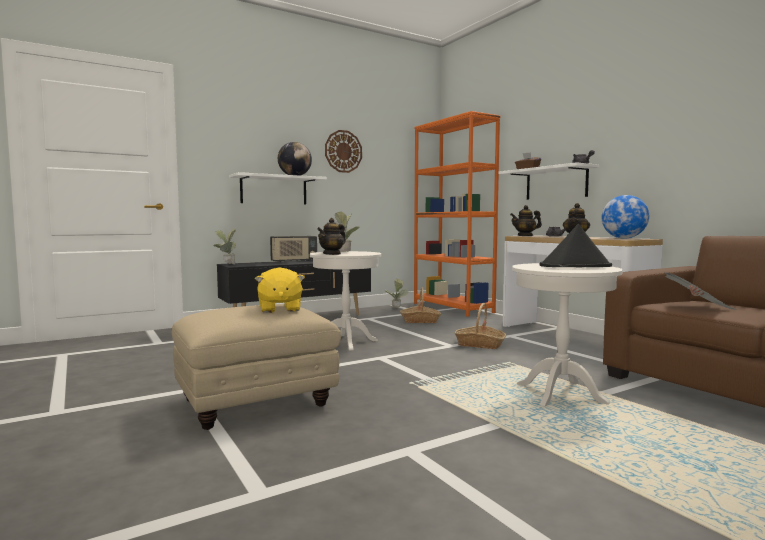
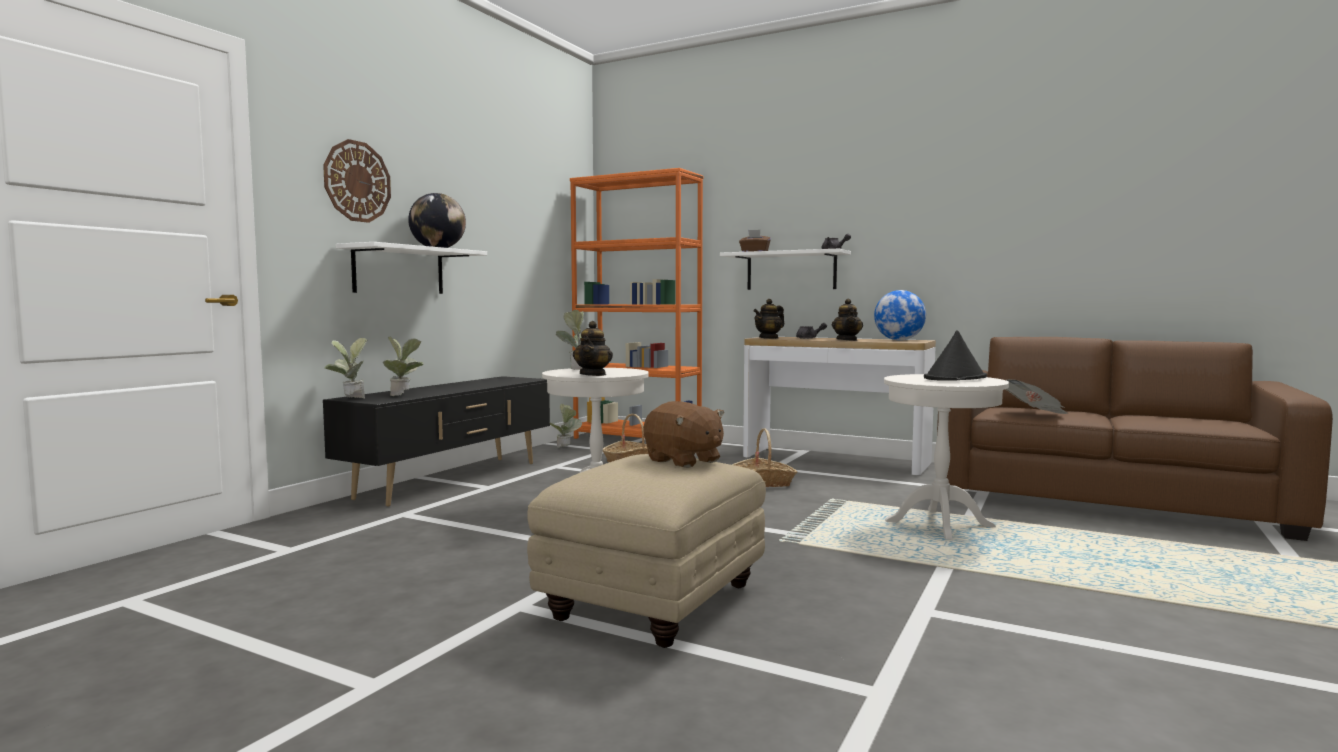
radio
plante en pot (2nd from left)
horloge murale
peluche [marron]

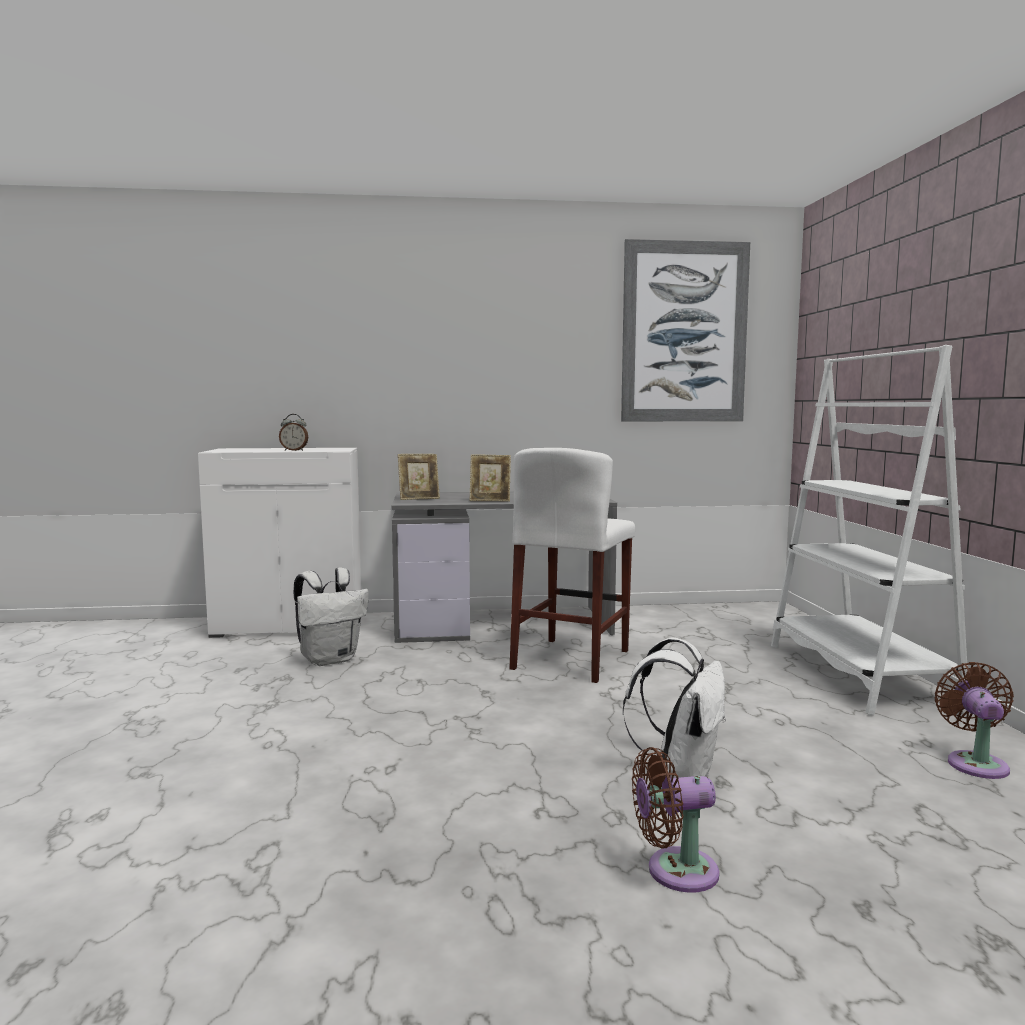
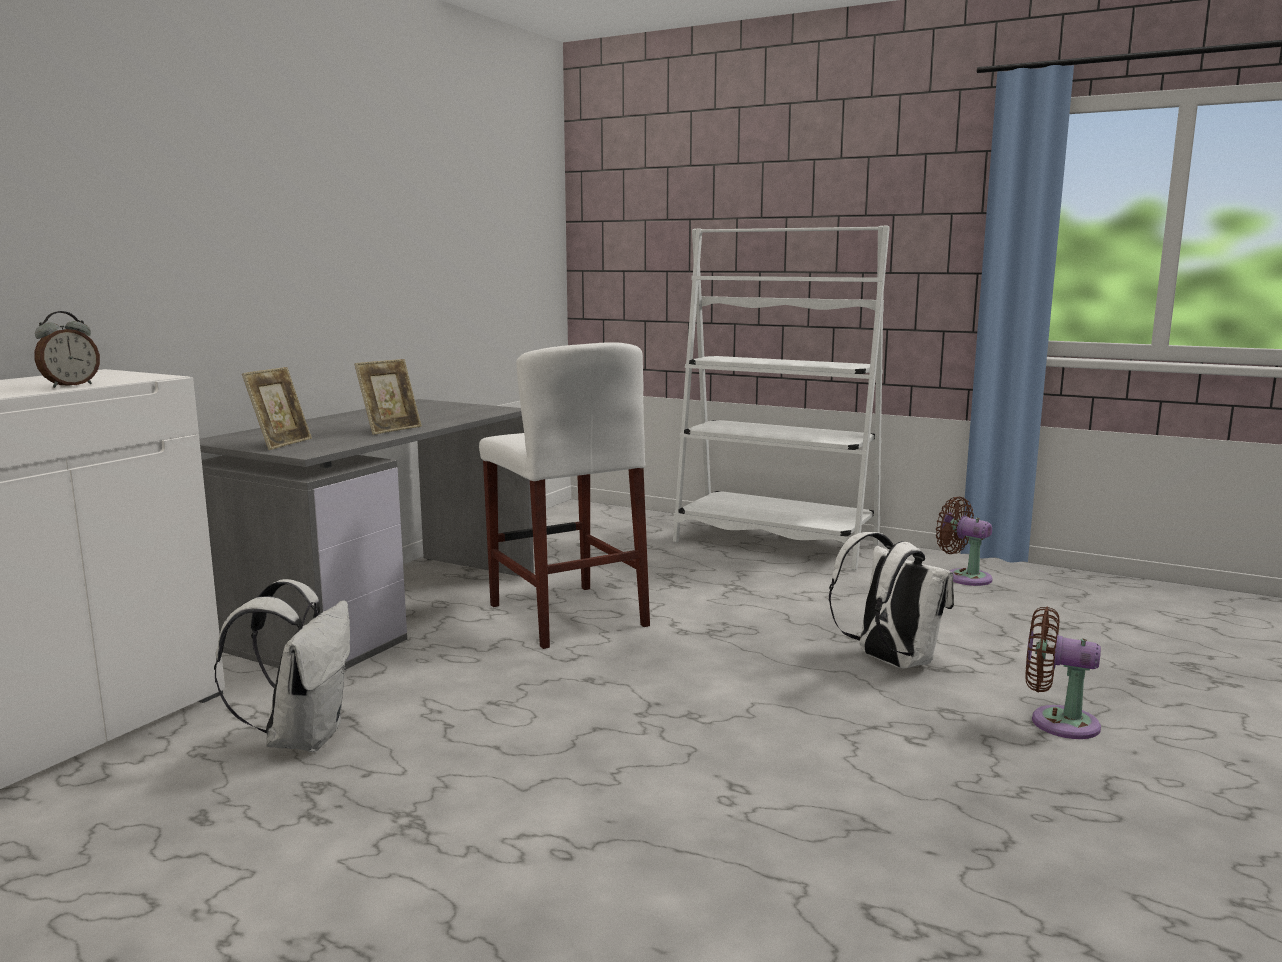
tableau
ventilateur [marron] (2nd from left)

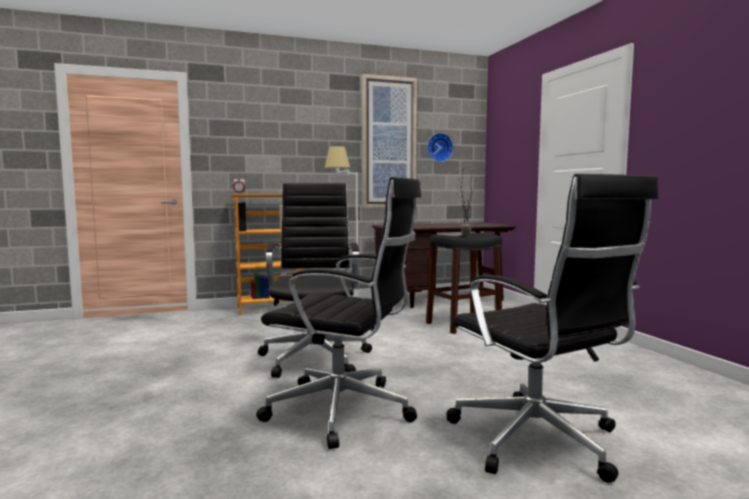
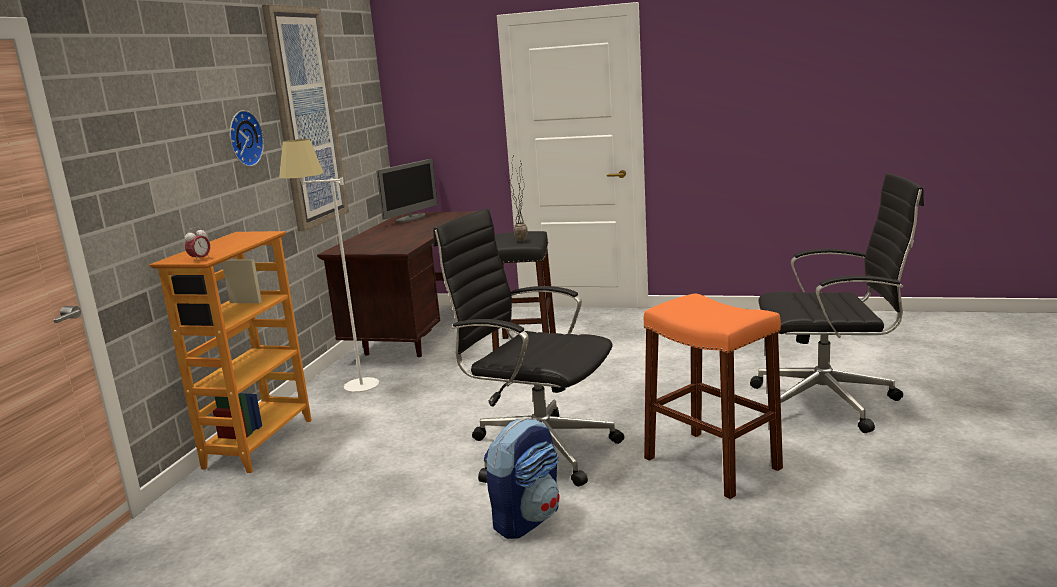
écran d'ordinateur
sac à dos
horloge murale
tabouret [orange]

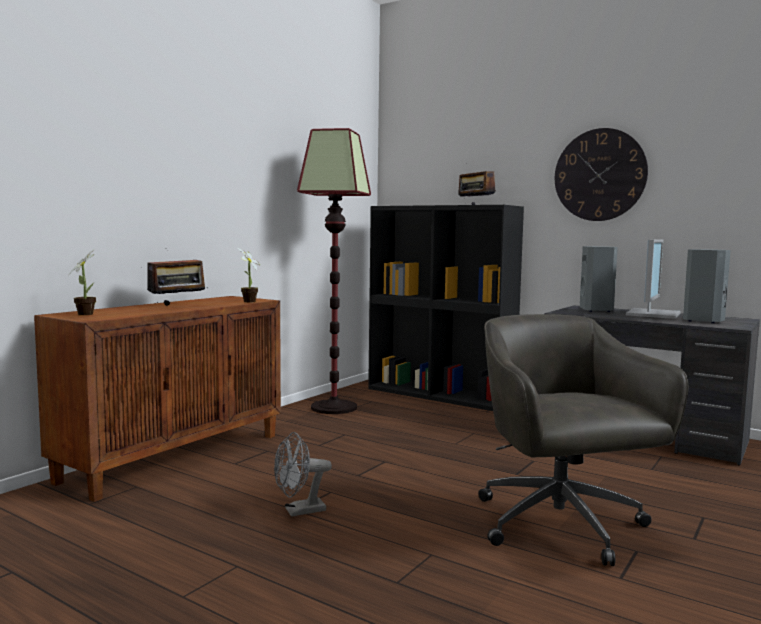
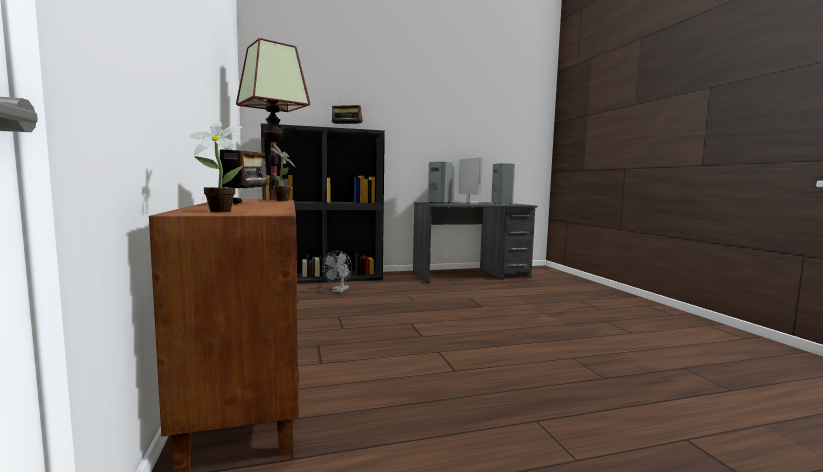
chaise de bureau [gris]
horloge murale
ventilateur [gris]

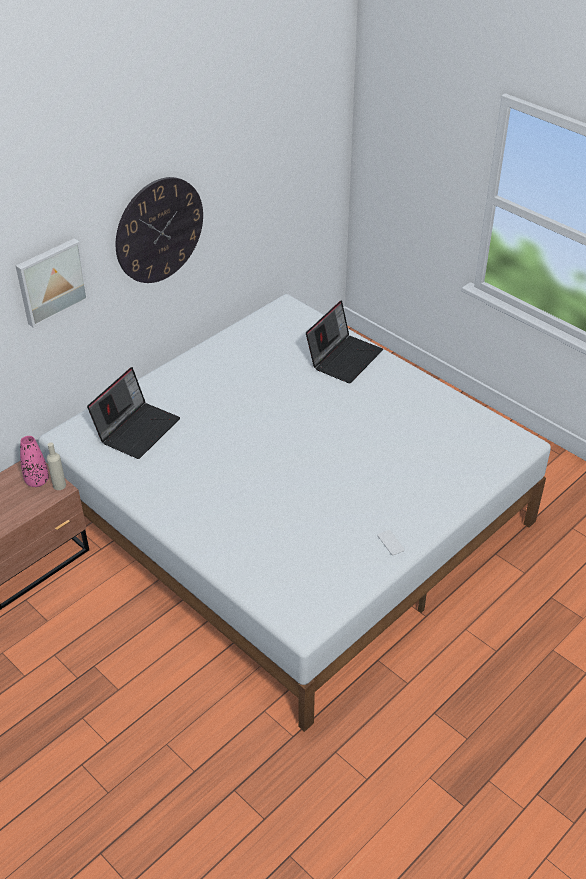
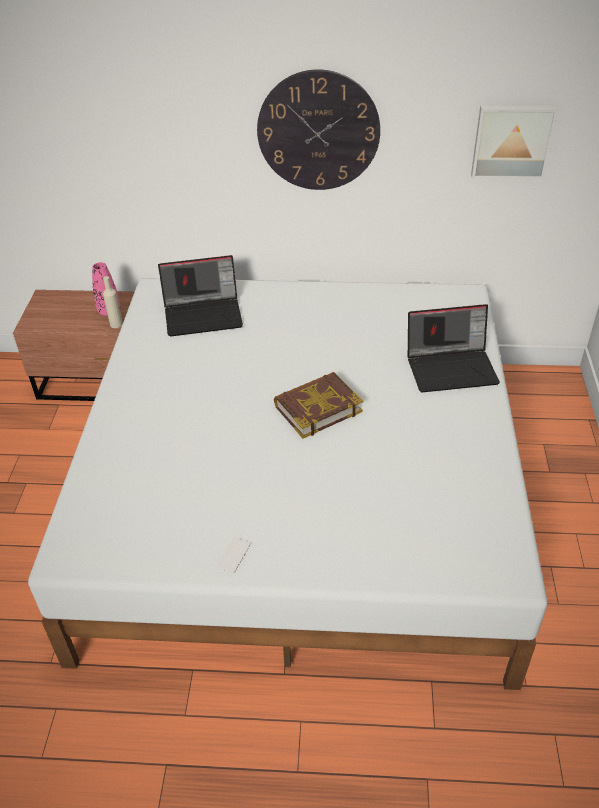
livre
tableau

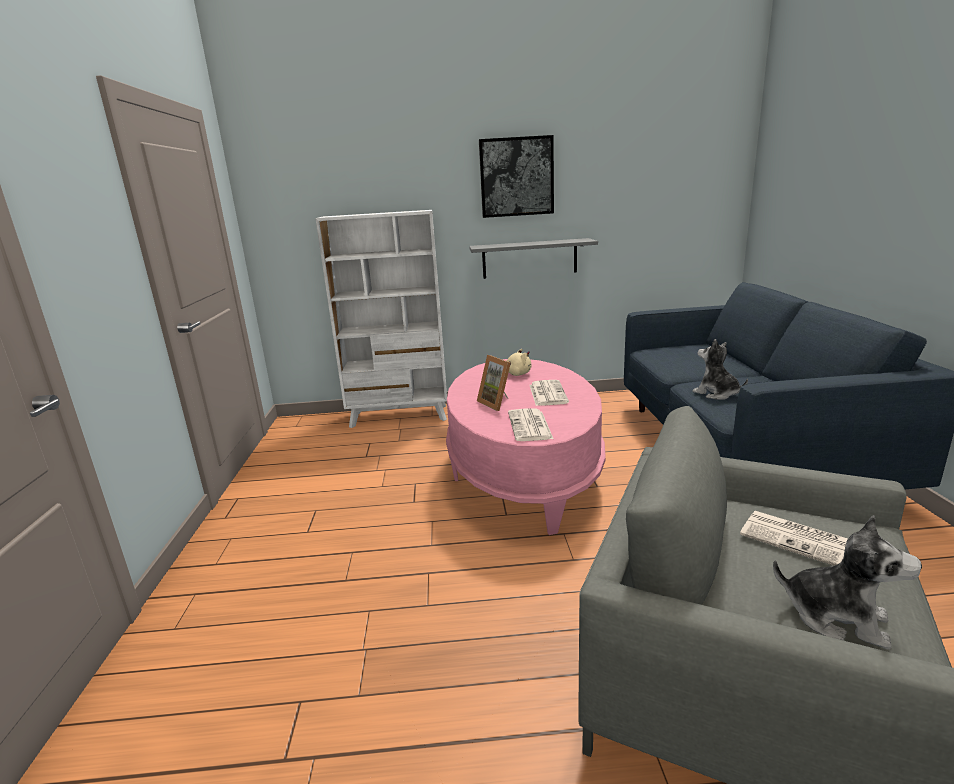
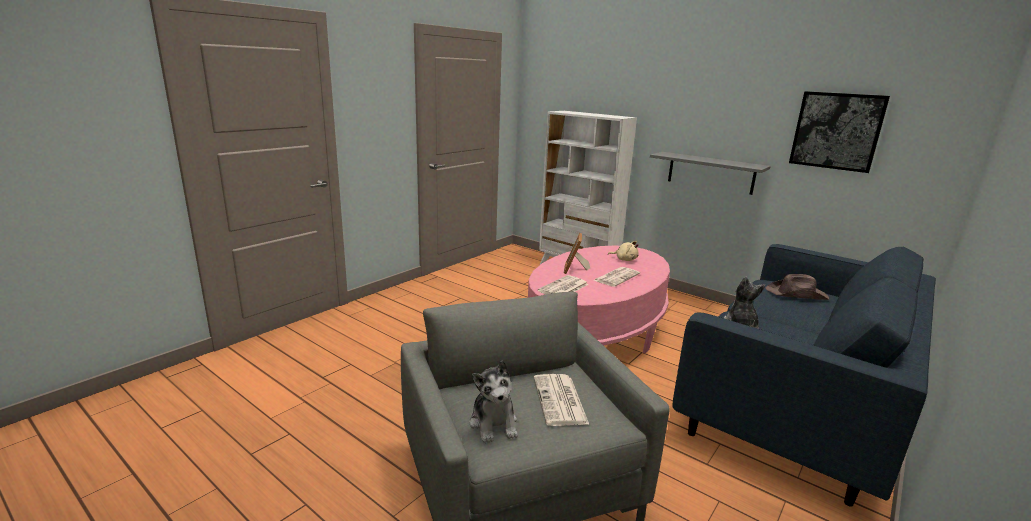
chapeau [marron]
tableau

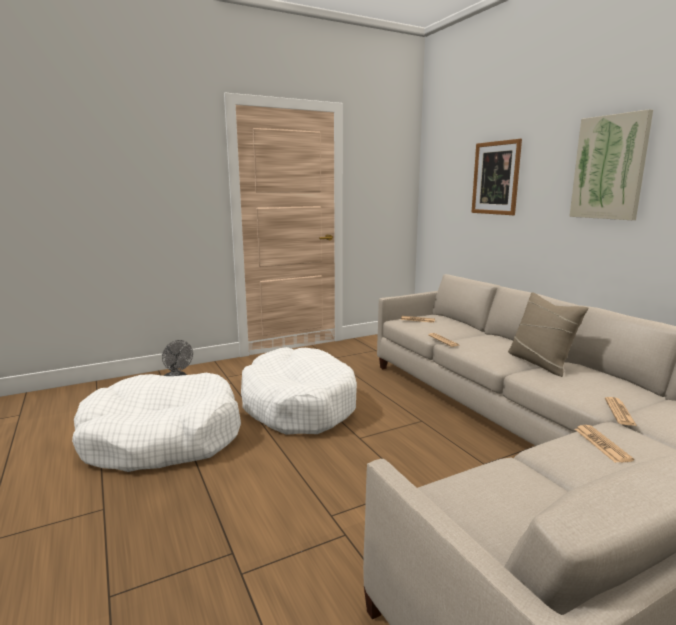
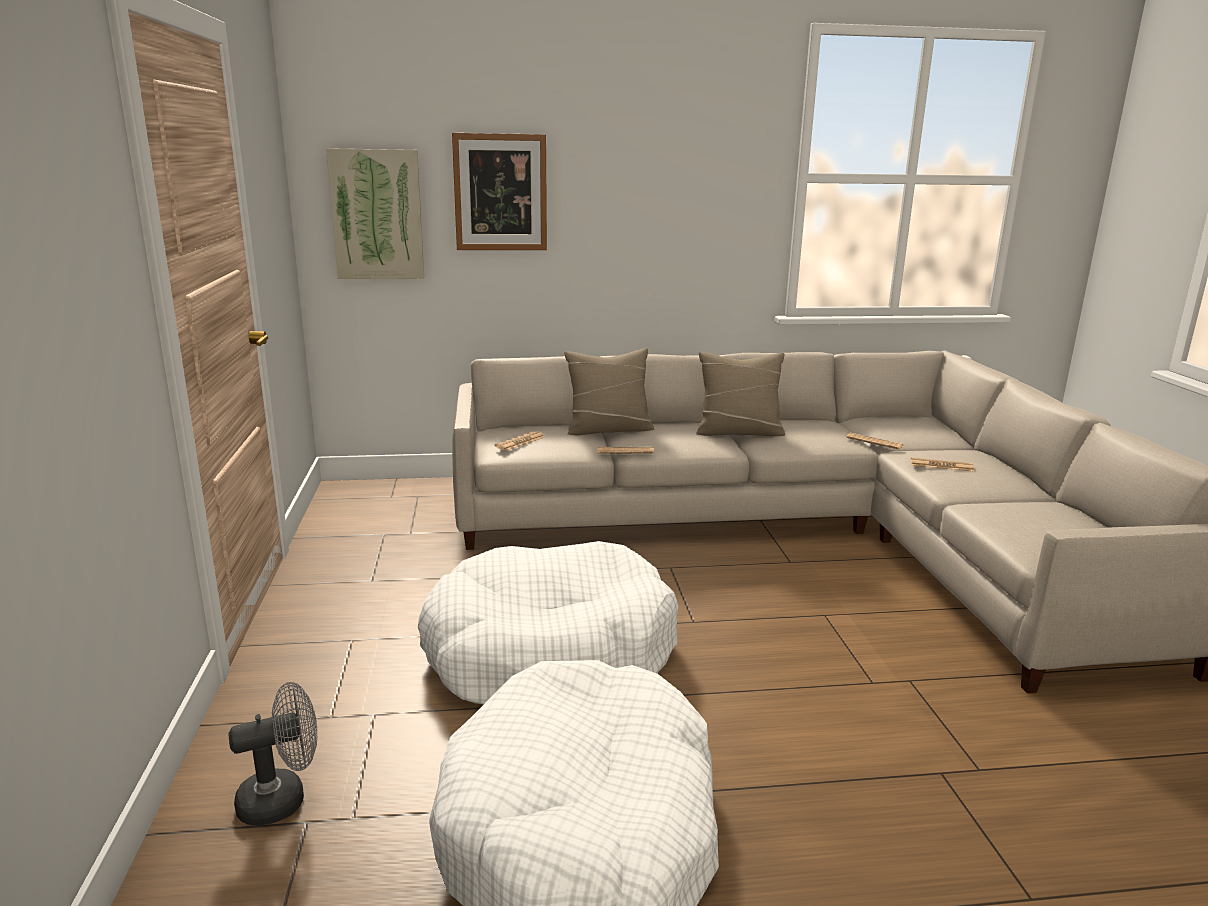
coussin [beige] (1st from left)
tableau (1st from left)

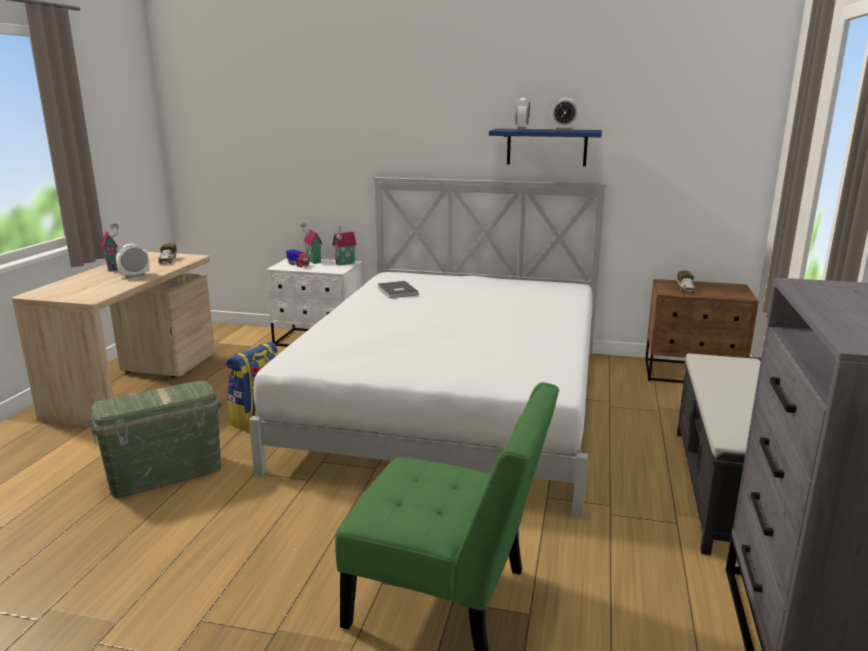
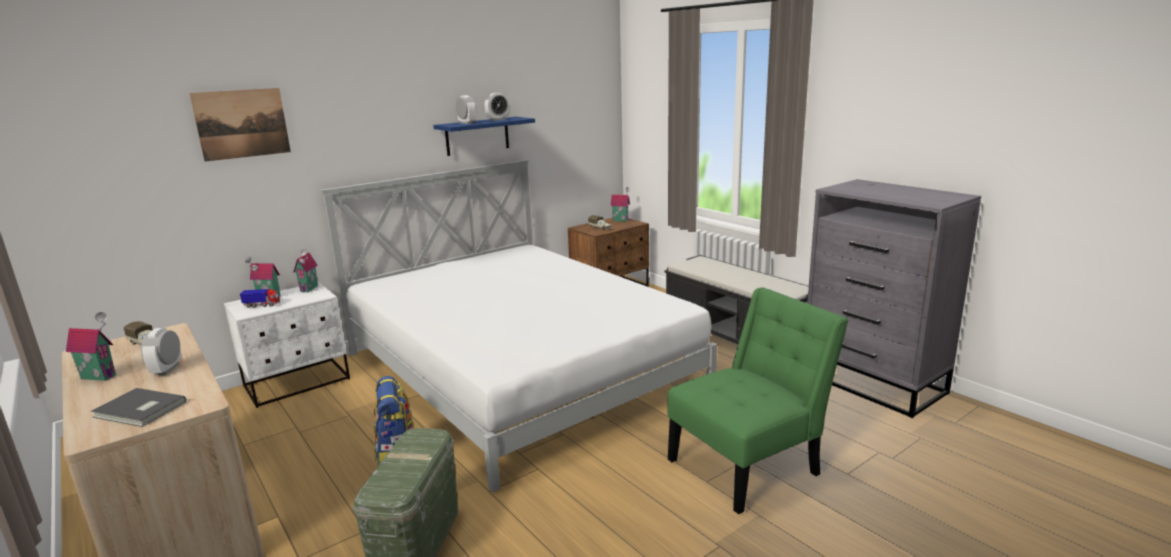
tableau
maison miniature (4th from left)
livre [gris]

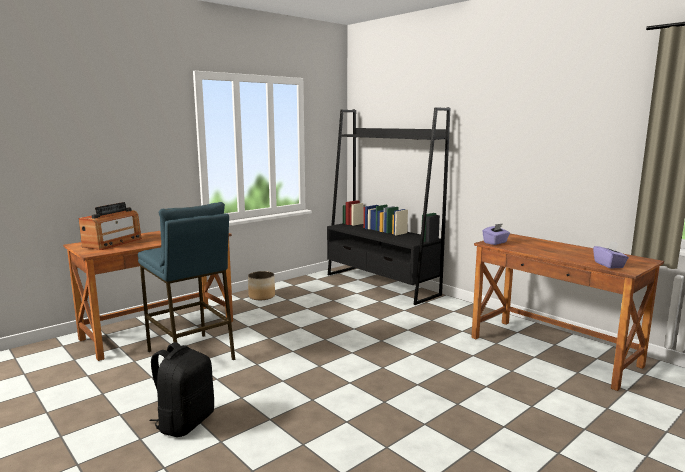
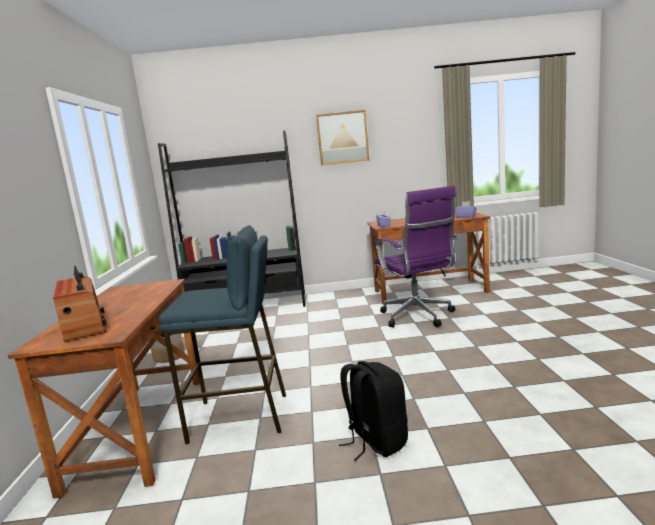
tableau
chaise de bureau [violet]

